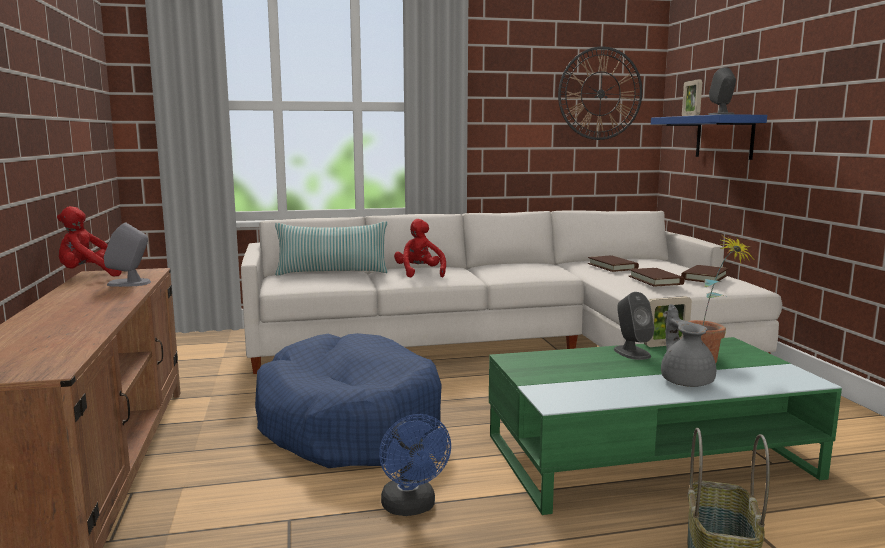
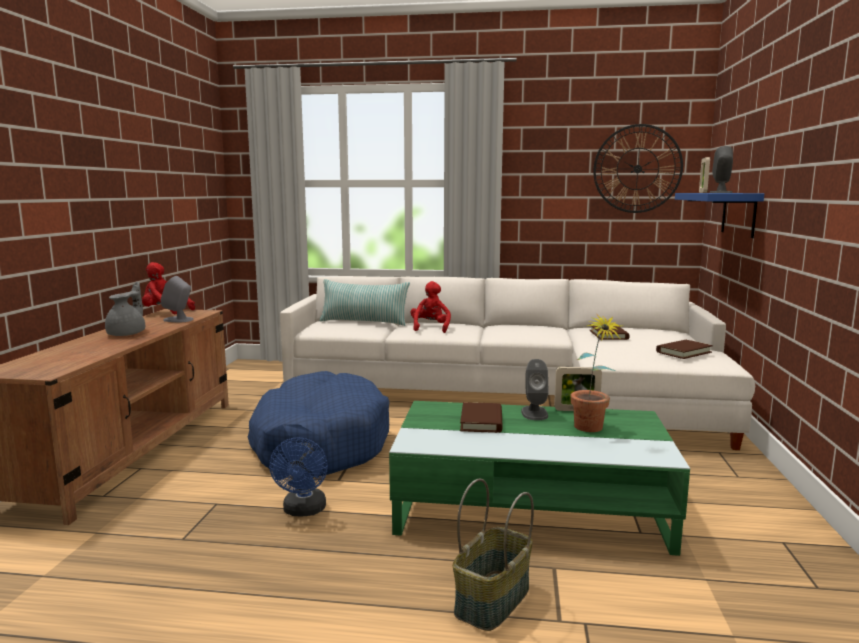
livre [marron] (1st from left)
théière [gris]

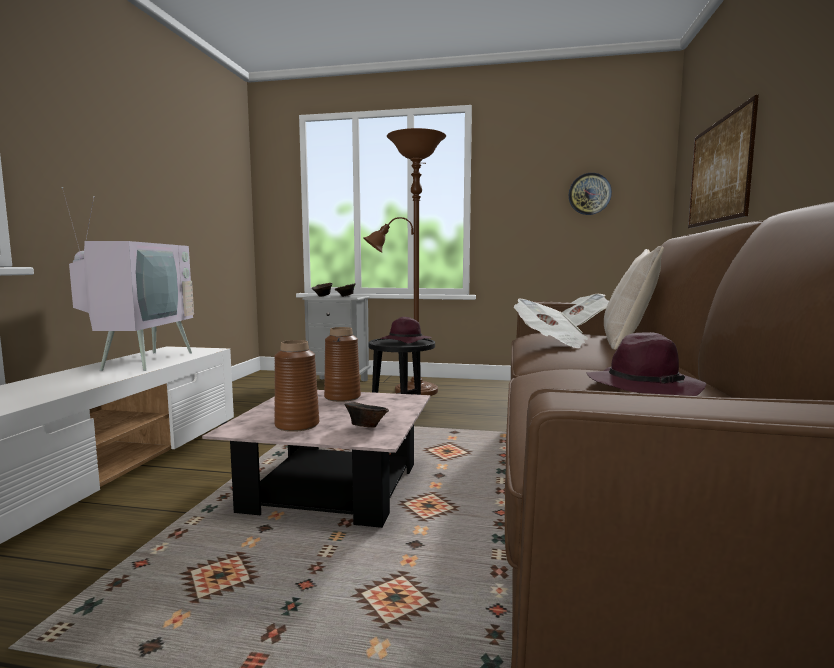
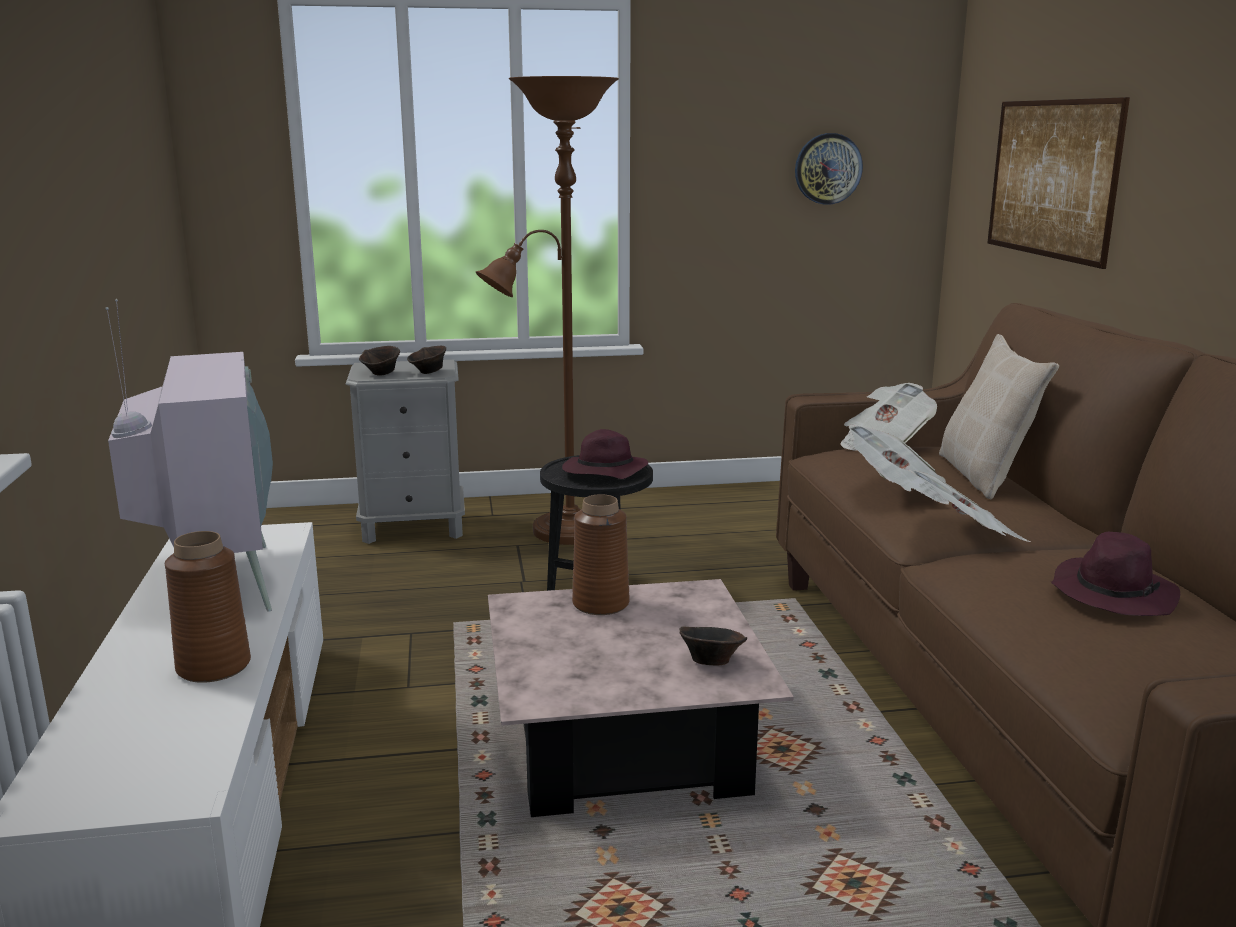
journal (3rd from left)
vase [marron] (1st from left)

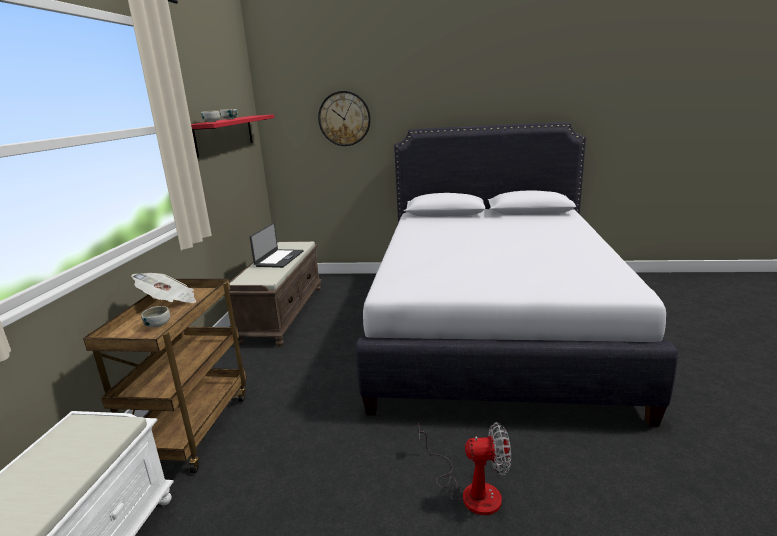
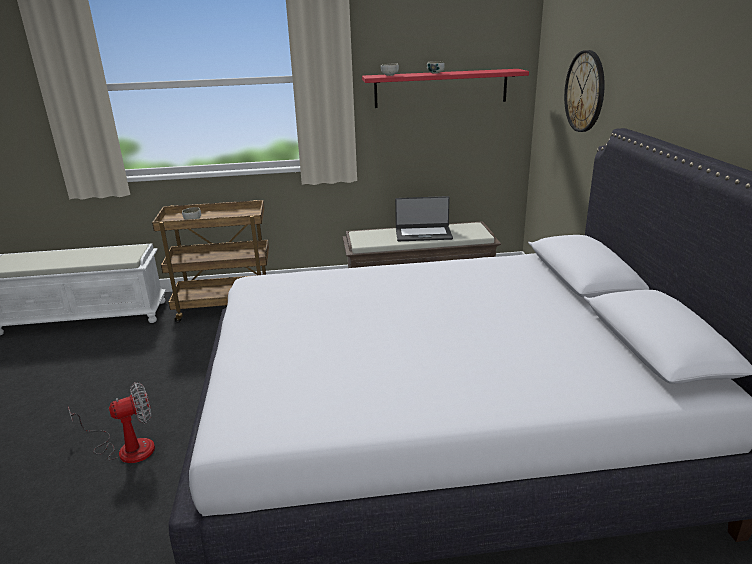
journal
ventilateur

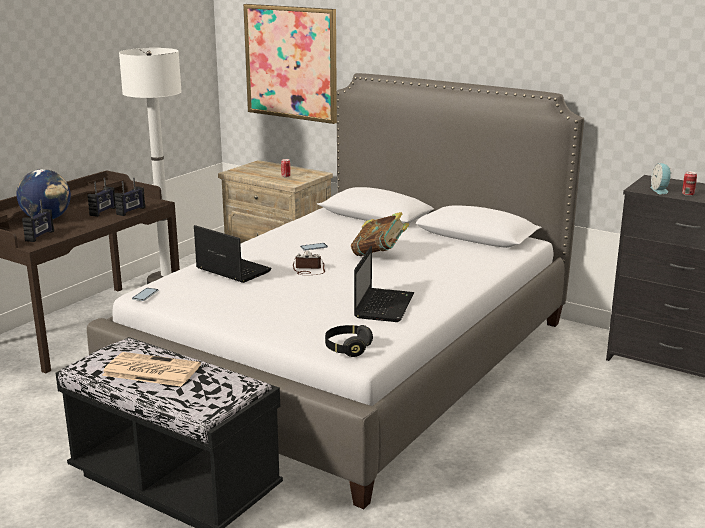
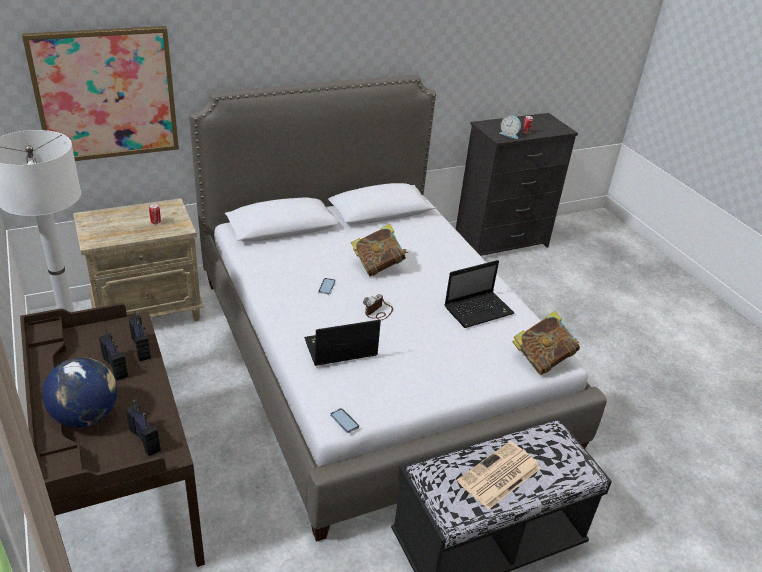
livre (2nd from left)
ordinateur portable (2nd from left)

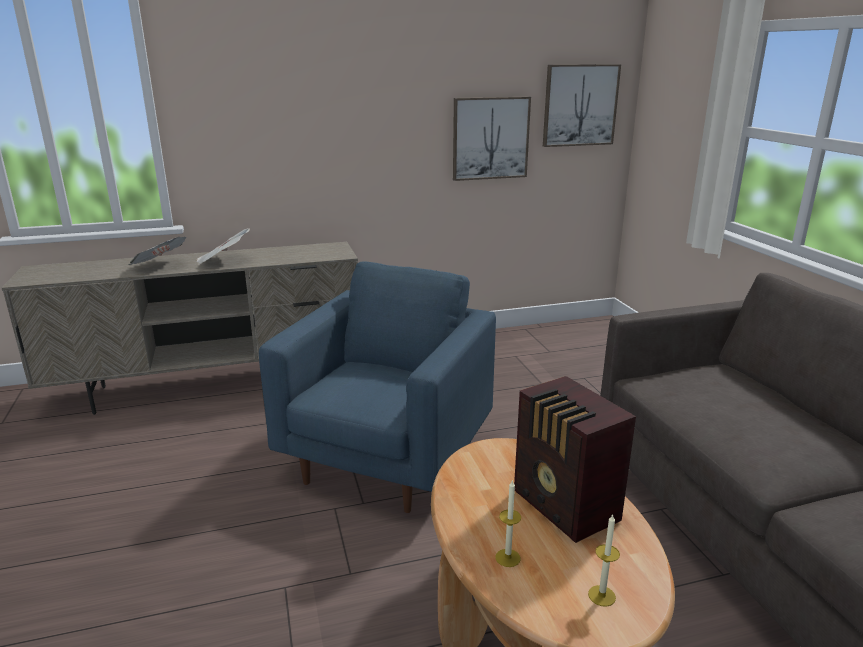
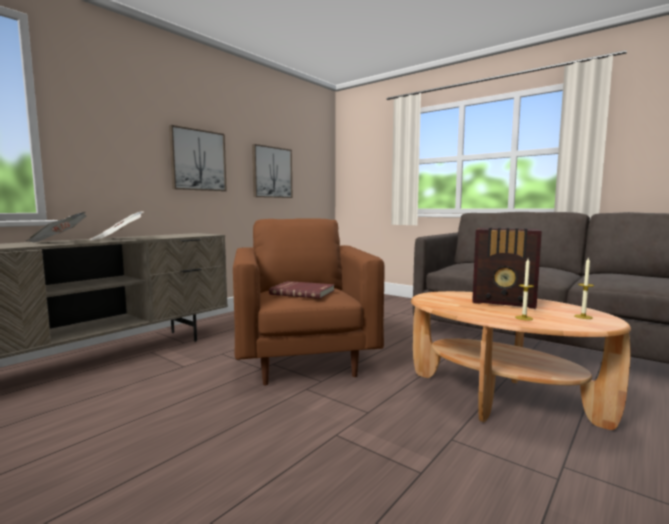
livre [rouge]
tableau (1st from left)
fauteuil [marron]

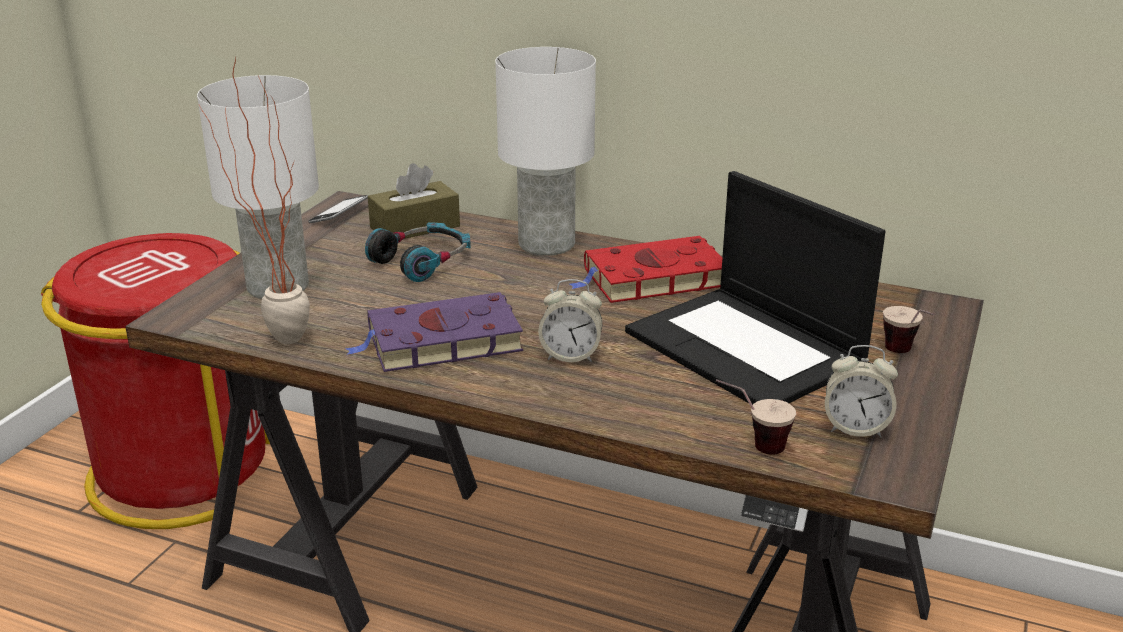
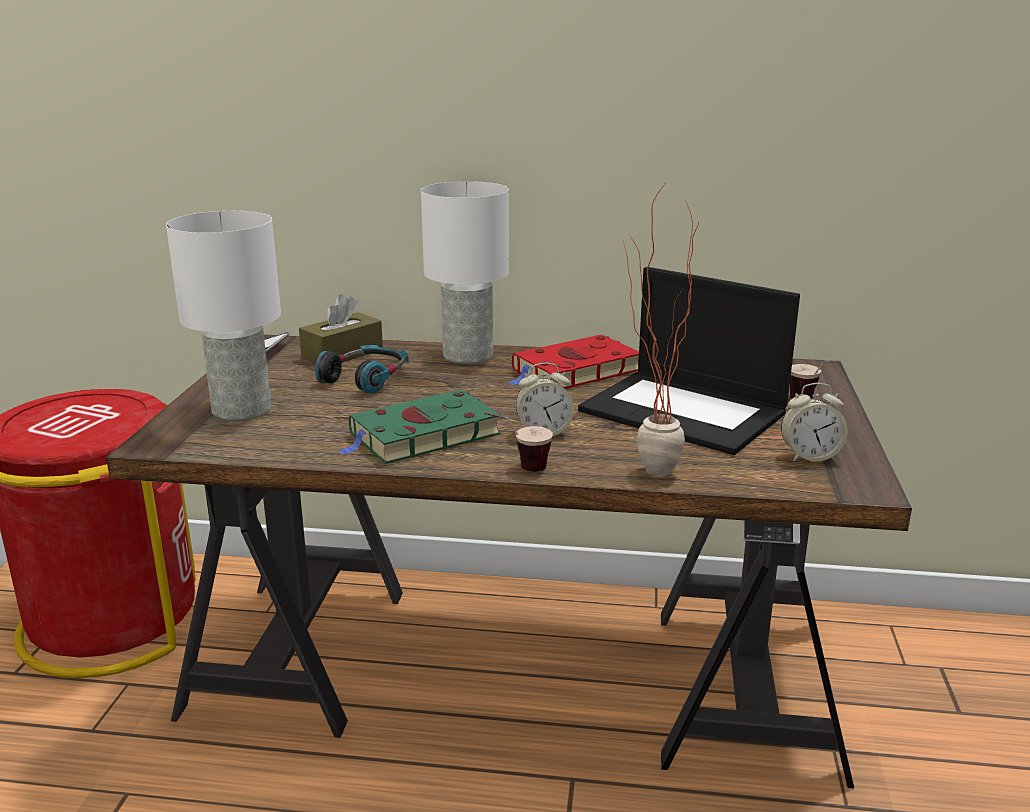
plante en pot
tasse (1st from left)
livre [vert]

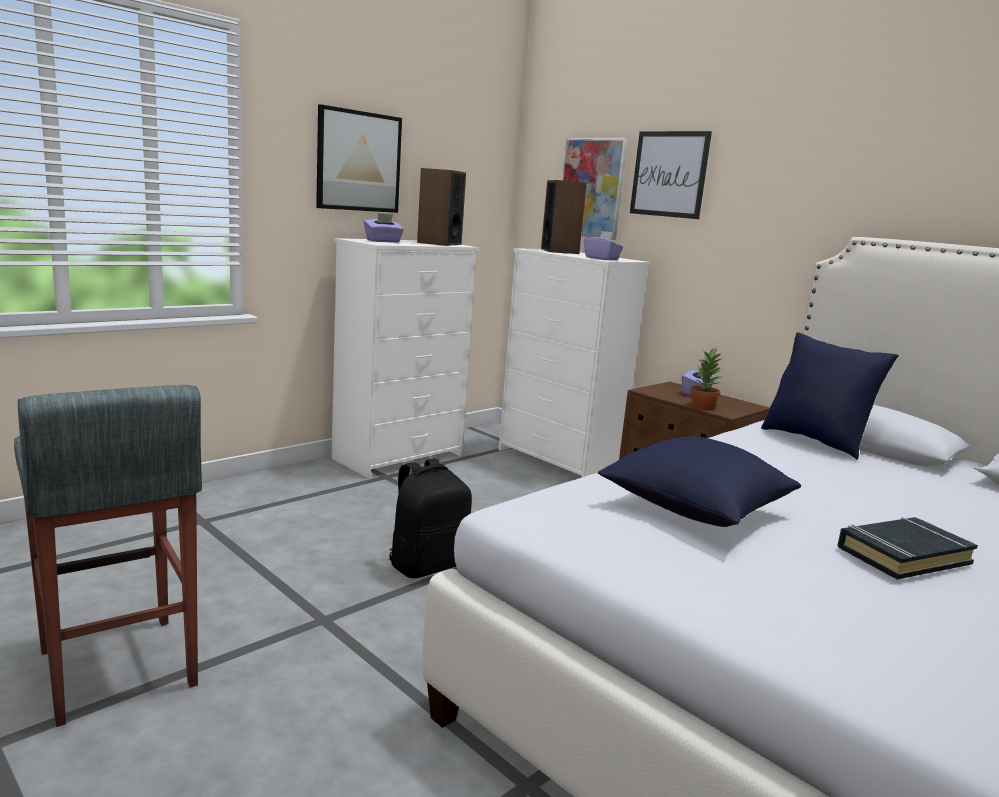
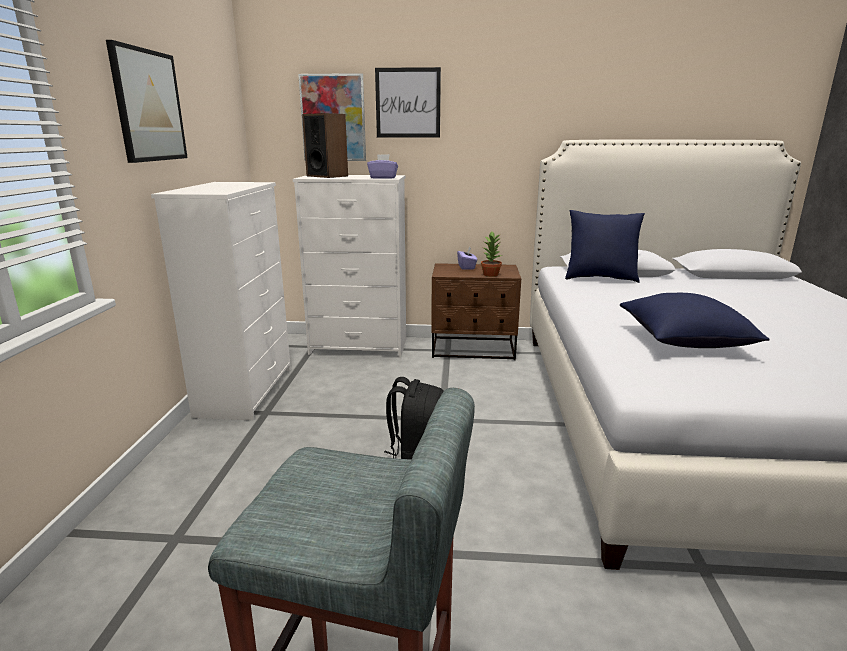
boîte à mouchoirs [violet] (1st from left in the first image)
enceinte (1st from left in the first image)
livre [noir]

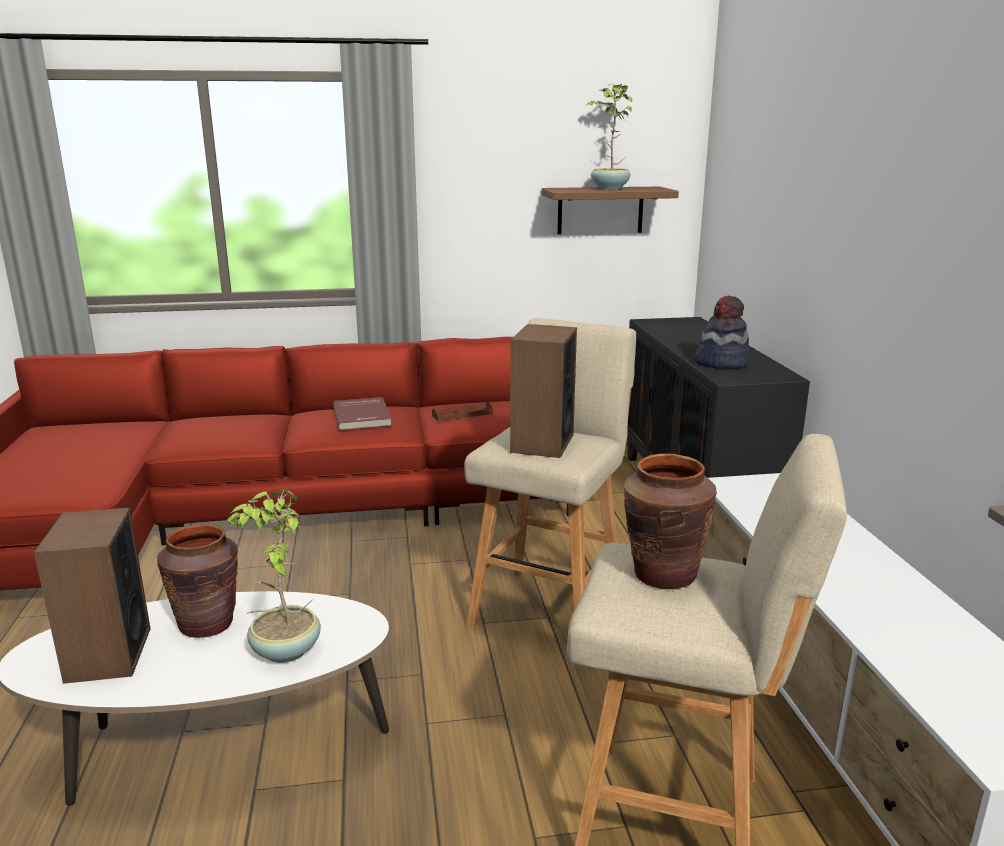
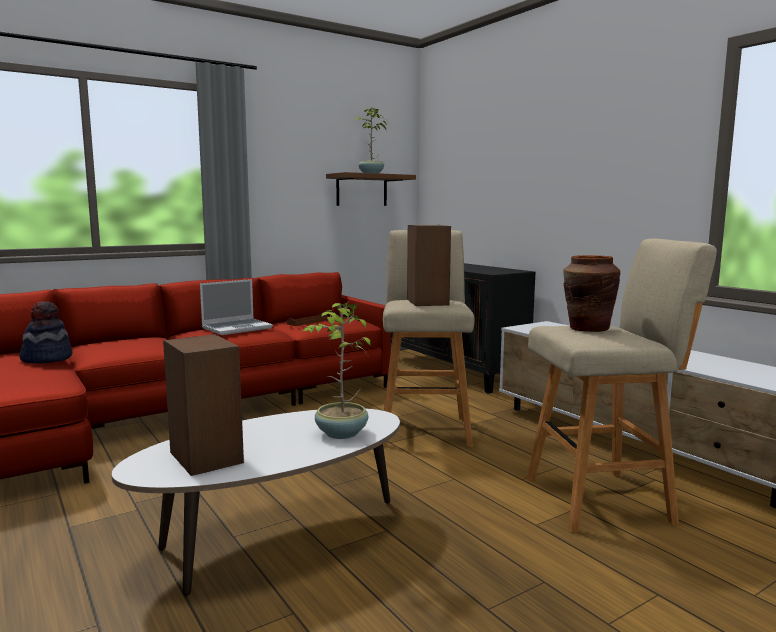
vase [marron] (1st from left in the first image)
chapeau
ordinateur portable

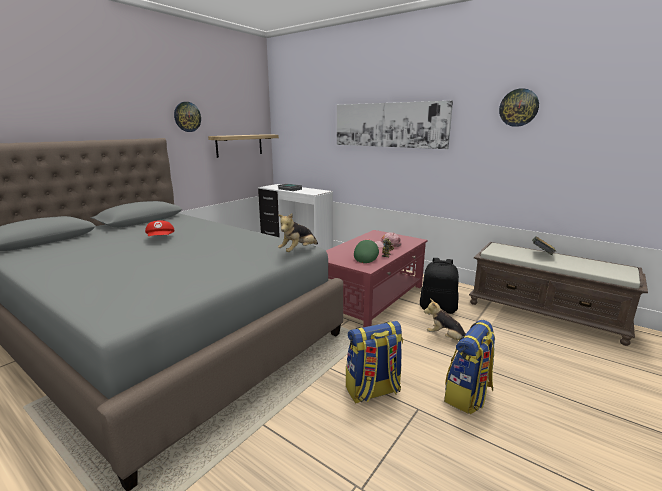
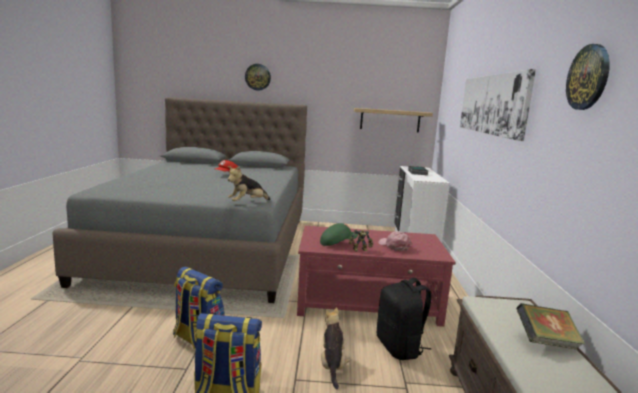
horloge murale (1st from left)
peluche (1st from left)

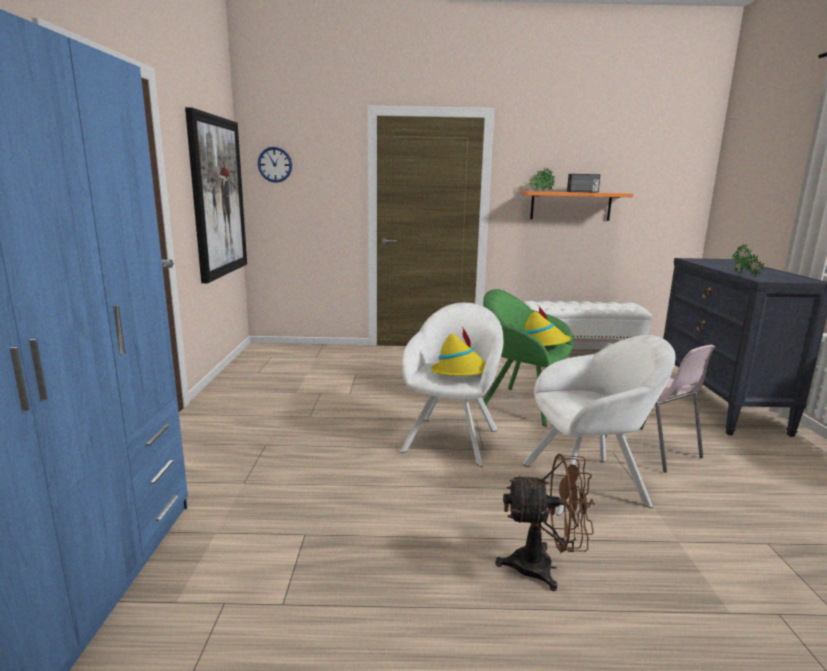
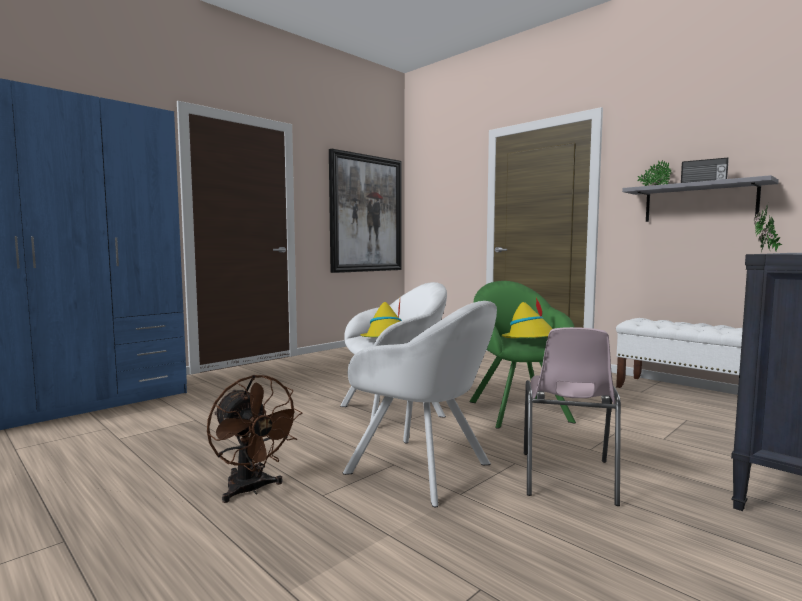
horloge murale
étagère [gris]

